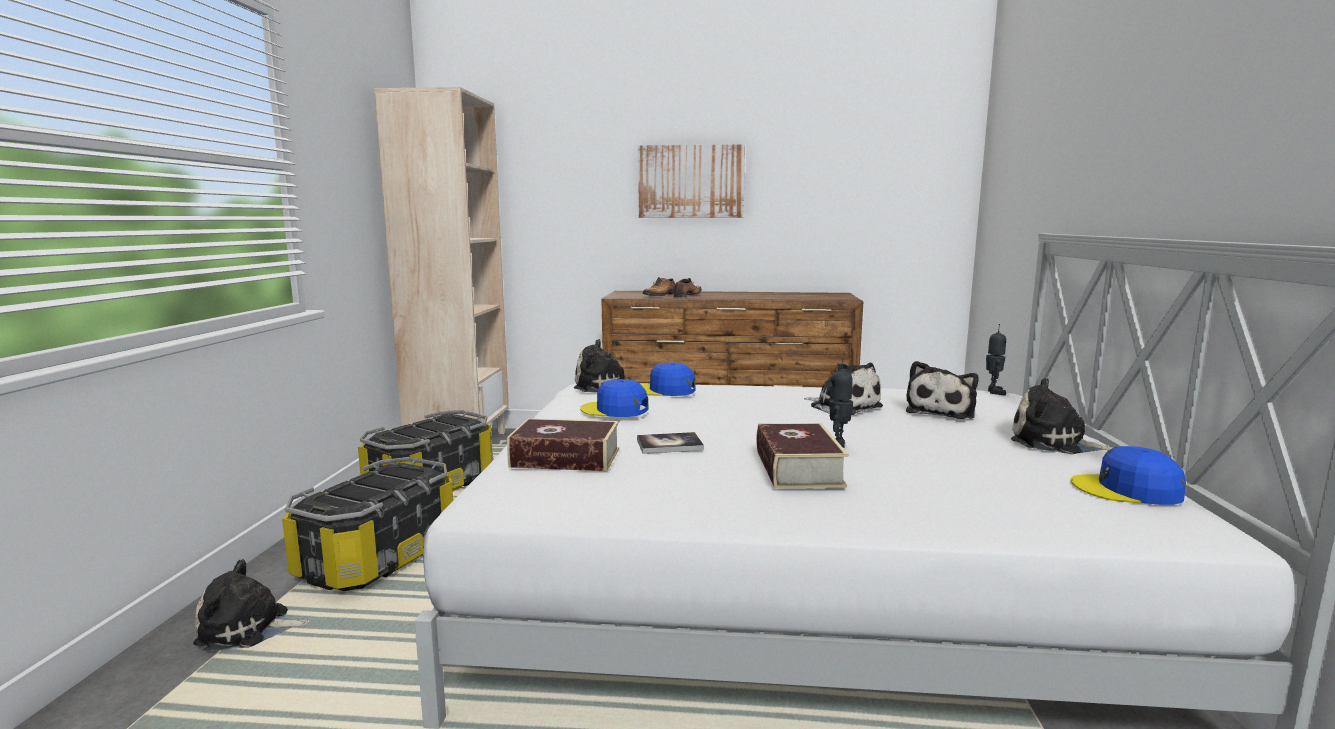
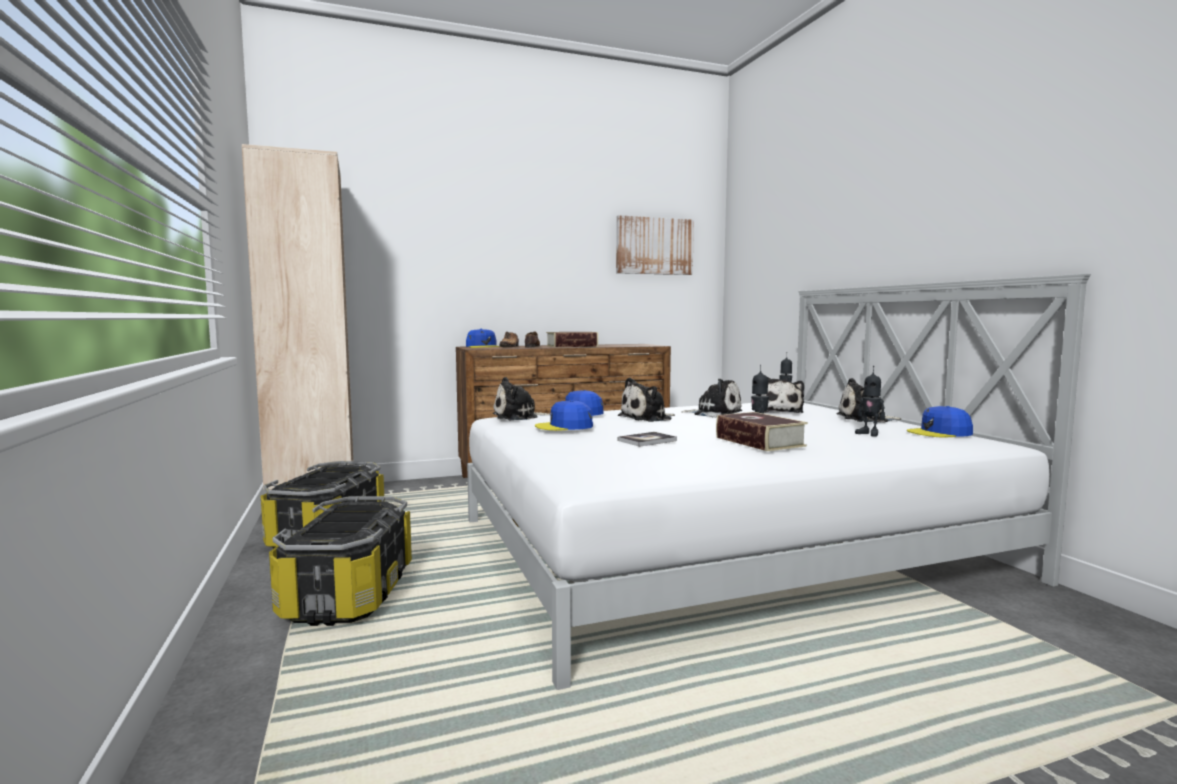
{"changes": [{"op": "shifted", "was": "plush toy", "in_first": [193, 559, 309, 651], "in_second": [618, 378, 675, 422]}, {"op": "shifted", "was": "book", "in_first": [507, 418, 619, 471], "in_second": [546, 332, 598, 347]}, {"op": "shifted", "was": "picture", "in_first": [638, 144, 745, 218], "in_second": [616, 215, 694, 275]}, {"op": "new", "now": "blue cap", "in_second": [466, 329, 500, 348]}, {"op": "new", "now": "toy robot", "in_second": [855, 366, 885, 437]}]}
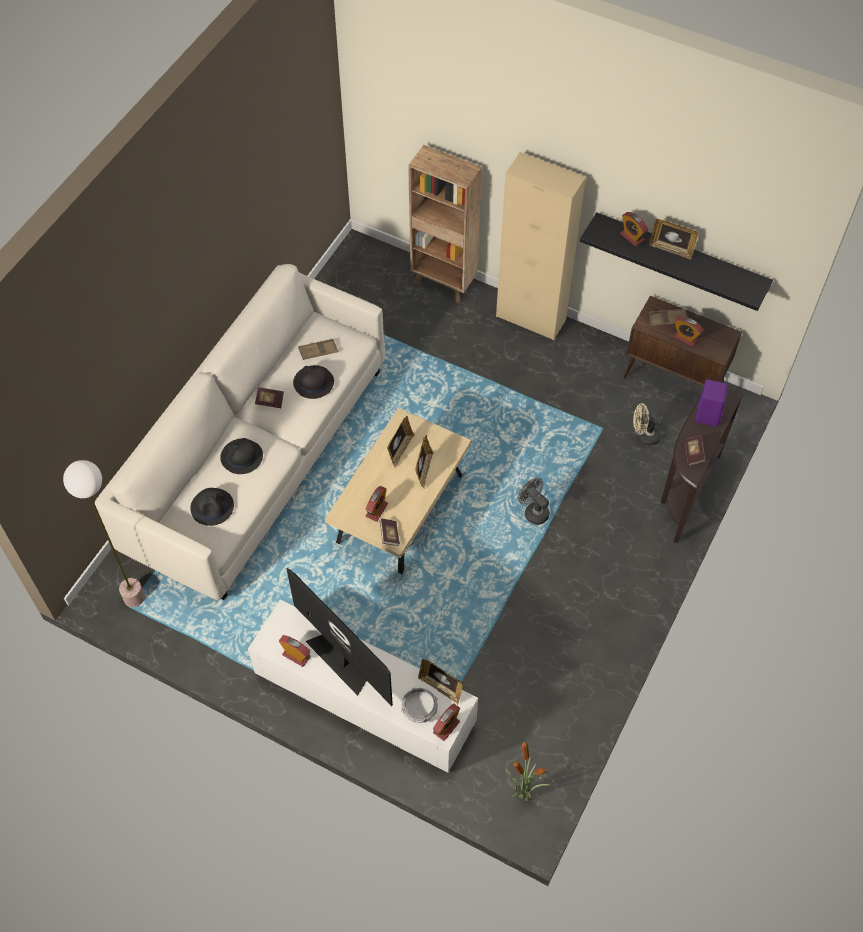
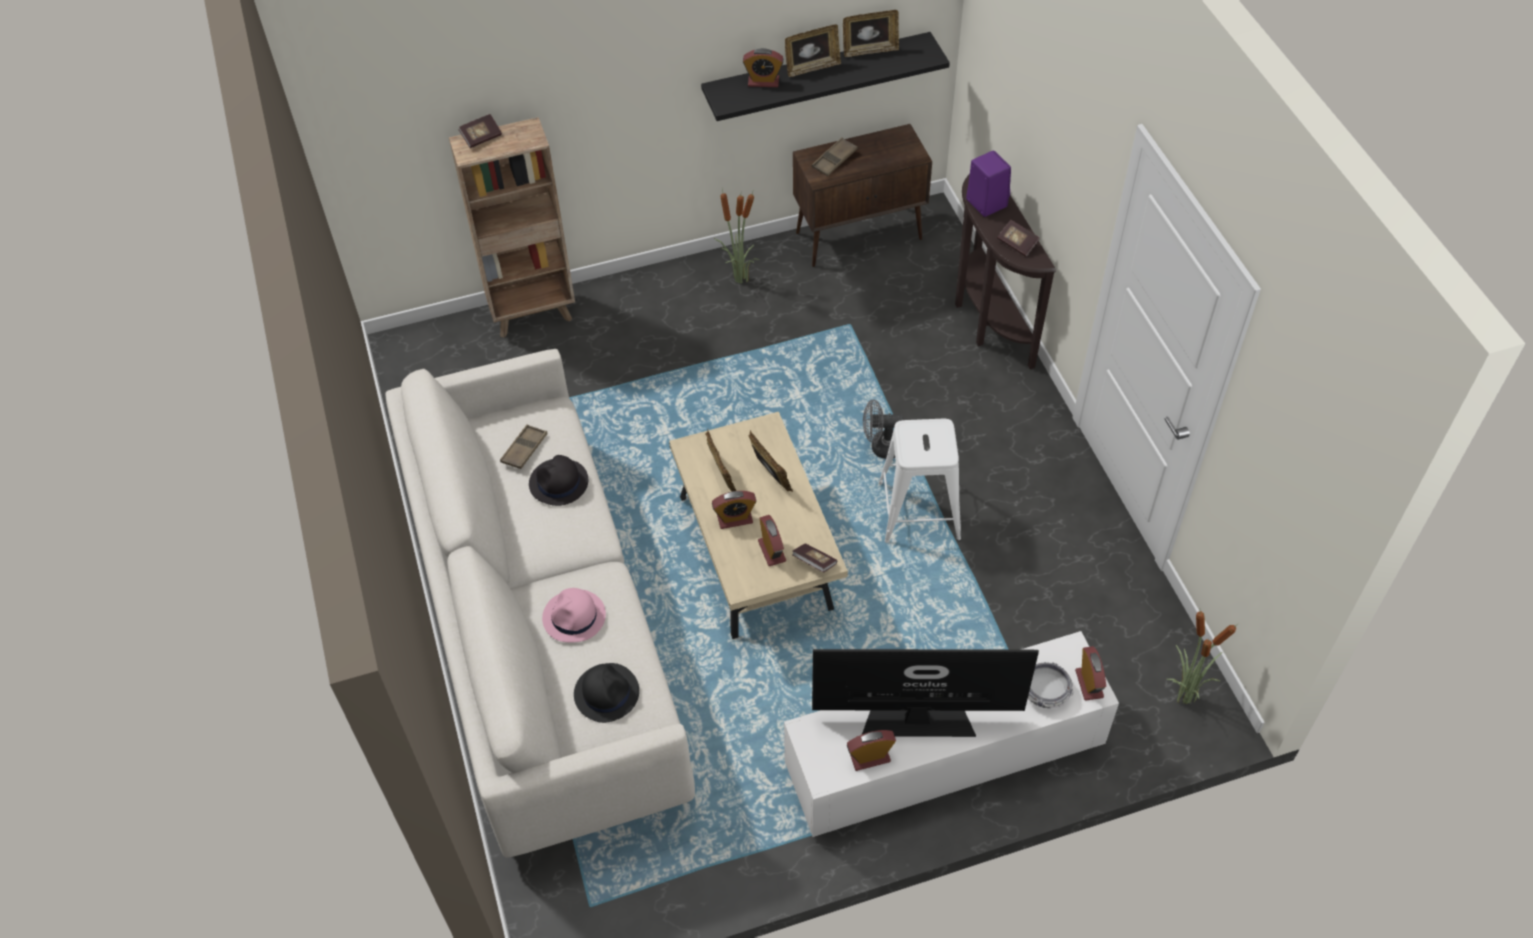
{"changes": [{"op": "gone", "was": "floor lamp", "in_first": [63, 460, 145, 607]}, {"op": "repainted", "was": "black hat", "now": "pink hat", "in_first": [220, 438, 263, 474], "in_second": [542, 588, 606, 643]}, {"op": "shifted", "was": "book", "in_first": [255, 387, 284, 408], "in_second": [458, 114, 502, 148]}, {"op": "shifted", "was": "picture frame", "in_first": [418, 659, 463, 705], "in_second": [843, 10, 899, 57]}, {"op": "gone", "was": "beige cabinet", "in_first": [496, 152, 586, 340]}, {"op": "gone", "was": "beige fan", "in_first": [633, 403, 663, 446]}, {"op": "shifted", "was": "alarm clock", "in_first": [673, 316, 704, 347], "in_second": [712, 491, 756, 529]}, {"op": "new", "now": "potted plant", "in_second": [714, 189, 759, 283]}, {"op": "new", "now": "white stool", "in_second": [879, 419, 961, 543]}]}
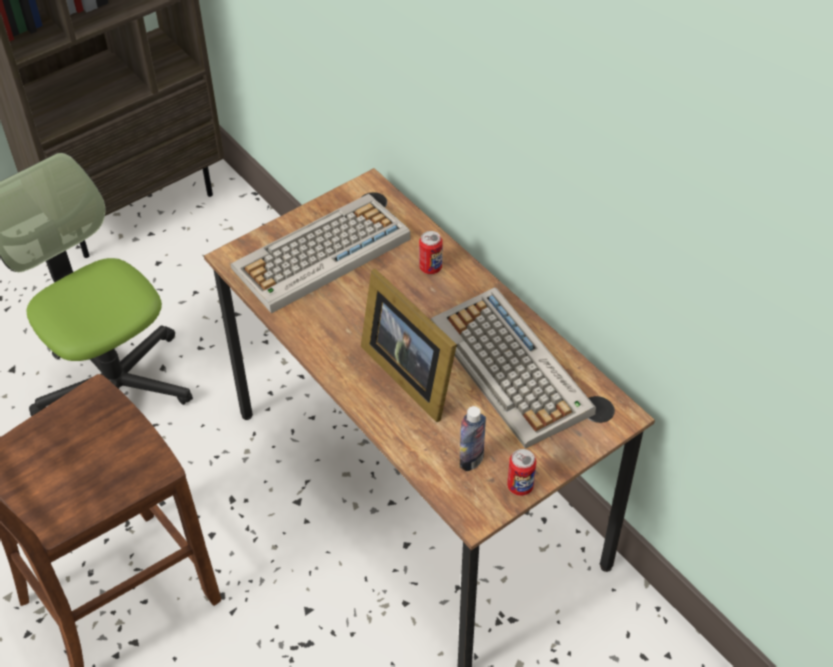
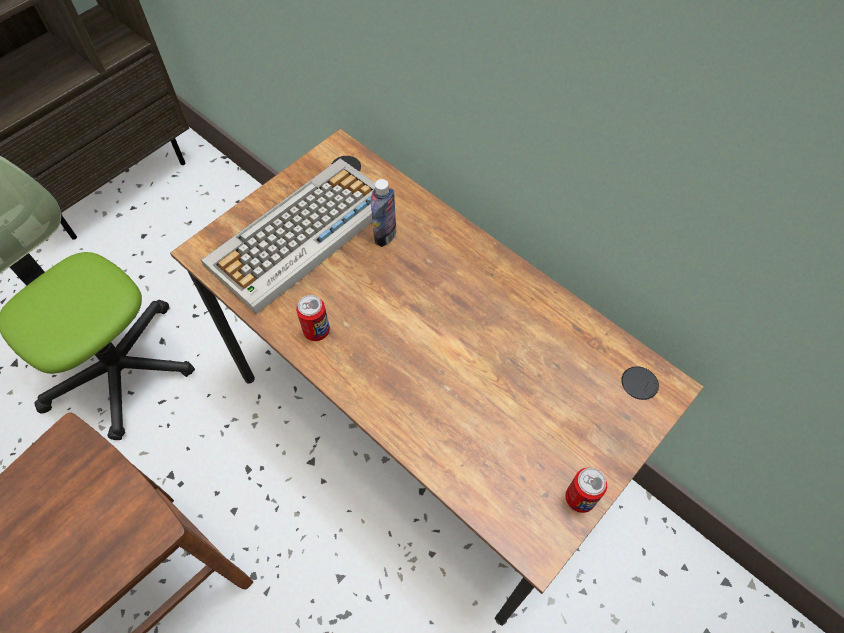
{"changes": [{"op": "gone", "was": "picture frame", "in_first": [361, 269, 457, 422]}, {"op": "shifted", "was": "can", "in_first": [419, 231, 443, 274], "in_second": [296, 295, 330, 341]}, {"op": "gone", "was": "keyboard", "in_first": [430, 287, 596, 449]}, {"op": "shifted", "was": "bottle", "in_first": [459, 406, 486, 471], "in_second": [371, 179, 396, 247]}]}
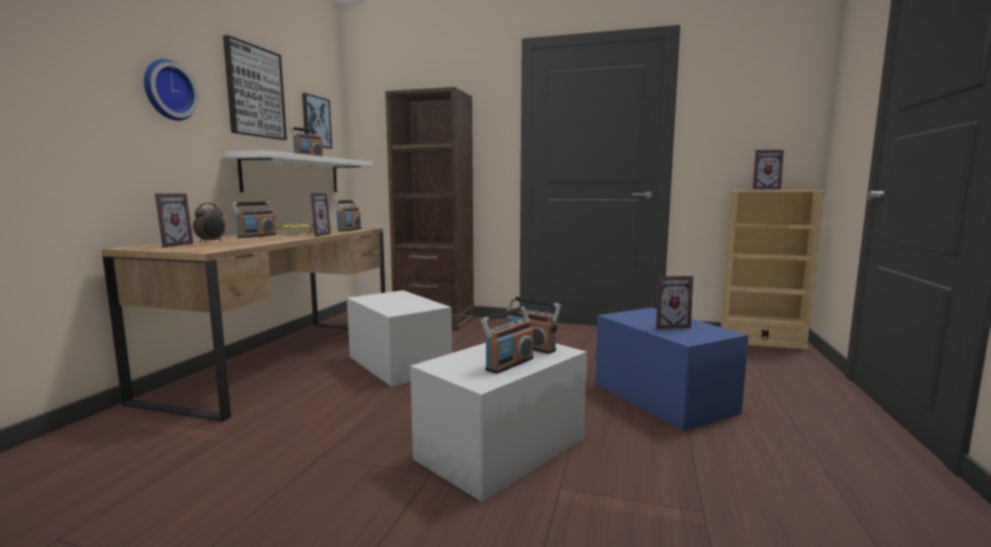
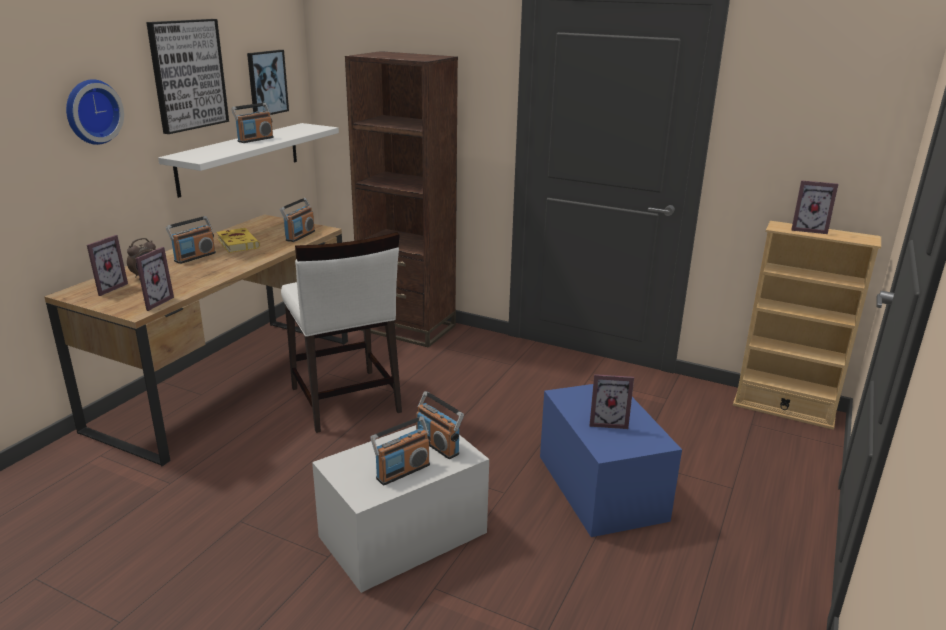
{"changes": [{"op": "shifted", "was": "picture frame", "in_first": [308, 193, 331, 237], "in_second": [136, 247, 174, 311]}, {"op": "swapped", "was": "white storage box", "now": "white chair", "in_first": [347, 290, 452, 387], "in_second": [281, 232, 402, 433]}]}
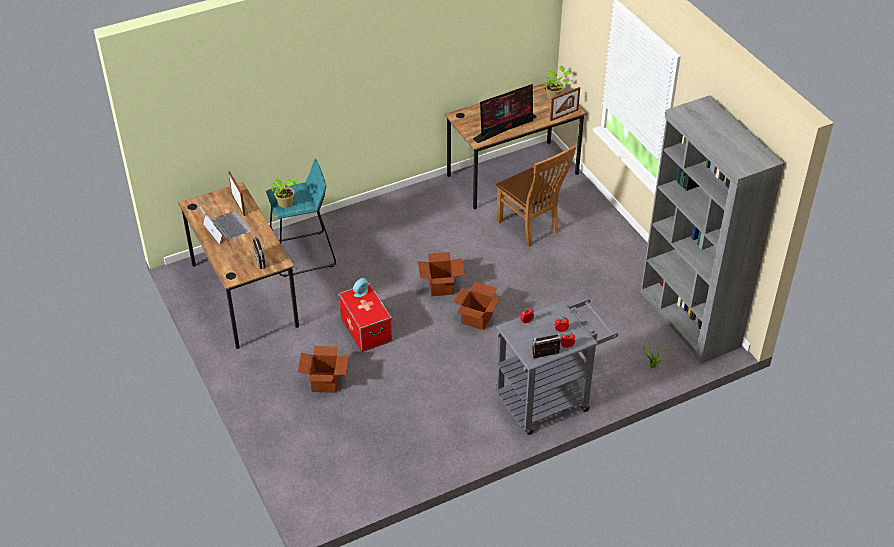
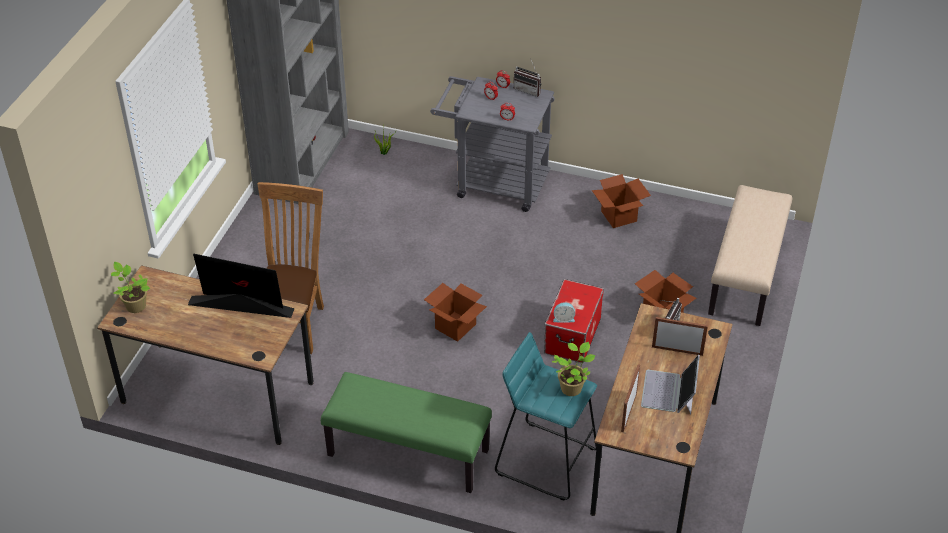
{"changes": [{"op": "shifted", "was": "cardboard box", "in_first": [453, 281, 500, 330], "in_second": [592, 174, 651, 228]}, {"op": "shifted", "was": "picture frame", "in_first": [550, 87, 580, 121], "in_second": [652, 317, 708, 356]}, {"op": "new", "now": "green bench", "in_second": [321, 372, 492, 493]}, {"op": "new", "now": "beige bench", "in_second": [708, 185, 792, 326]}]}
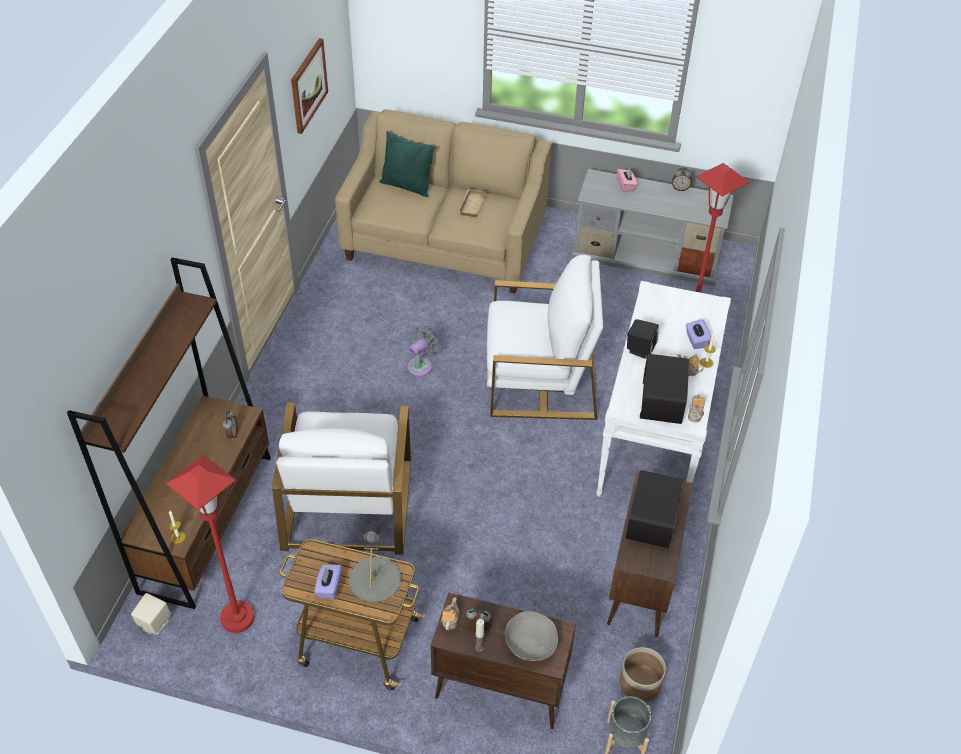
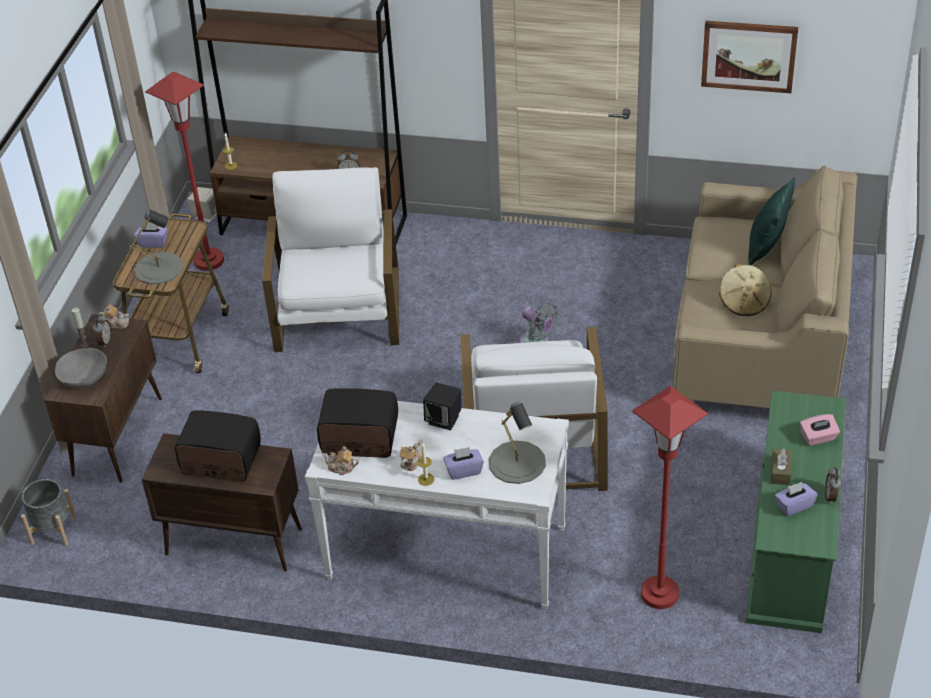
{"changes": [{"op": "rotated", "was": "white armchair", "in_first": [272, 402, 411, 555], "in_second": [262, 167, 399, 352], "clockwise": 90}, {"op": "swapped", "was": "beige tray", "now": "beige hat", "in_first": [458, 189, 487, 217], "in_second": [719, 264, 771, 316]}, {"op": "repainted", "was": "grey tv stand", "now": "green tv stand", "in_first": [571, 169, 734, 286], "in_second": [746, 391, 846, 633]}, {"op": "gone", "was": "planter", "in_first": [620, 647, 666, 702]}, {"op": "new", "now": "grey table lamp", "in_second": [489, 402, 546, 484]}, {"op": "new", "now": "brown tissue box", "in_second": [771, 449, 791, 485]}, {"op": "new", "now": "purple tissue box", "in_second": [775, 482, 817, 516]}]}
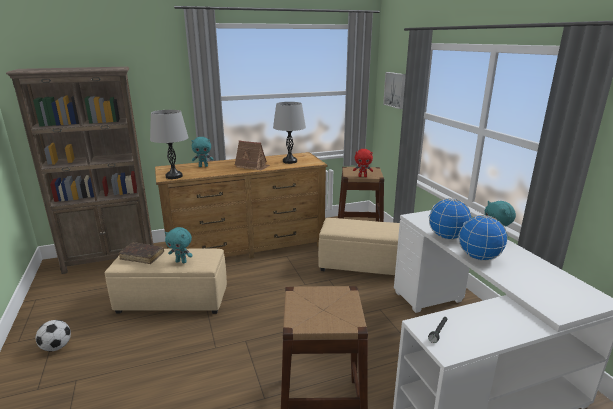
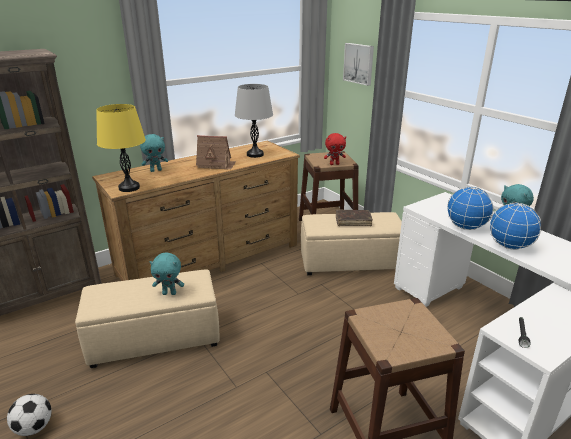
{"changes": [{"op": "shifted", "was": "brown book", "in_first": [119, 242, 164, 264], "in_second": [336, 210, 373, 226]}, {"op": "repainted", "was": "grey table lamp", "now": "yellow table lamp", "in_first": [150, 110, 189, 179], "in_second": [97, 104, 146, 192]}]}
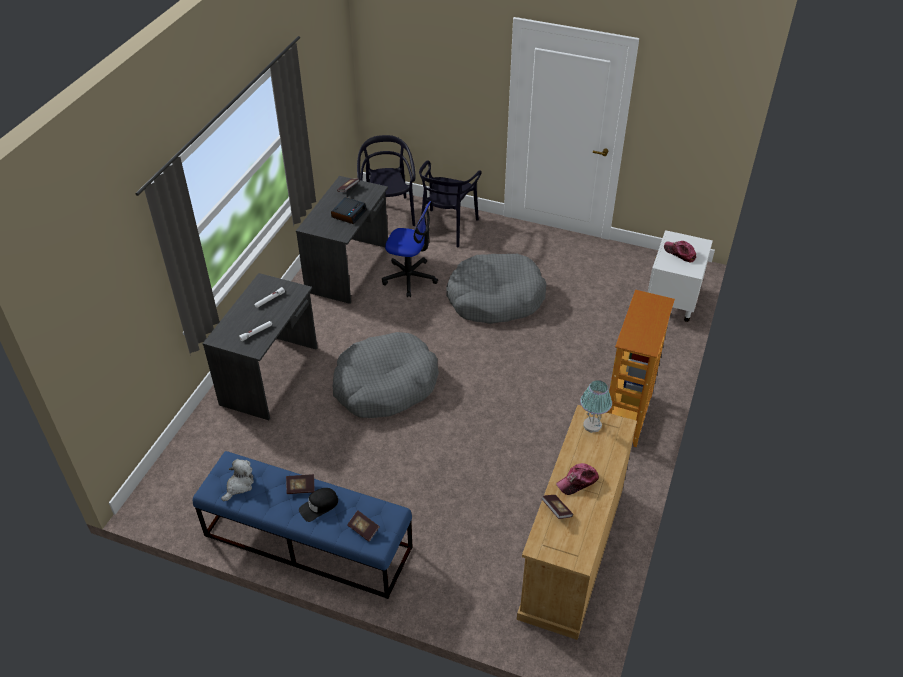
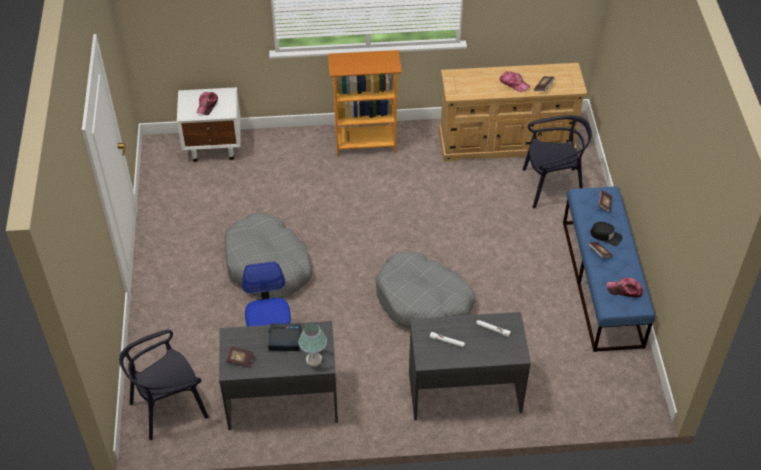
{"changes": [{"op": "swapped", "was": "plush toy", "now": "cap", "in_first": [221, 459, 254, 501], "in_second": [606, 278, 643, 298]}, {"op": "shifted", "was": "black chair", "in_first": [419, 160, 482, 247], "in_second": [523, 115, 592, 208]}, {"op": "shifted", "was": "table lamp", "in_first": [580, 380, 612, 433], "in_second": [298, 323, 327, 367]}]}
